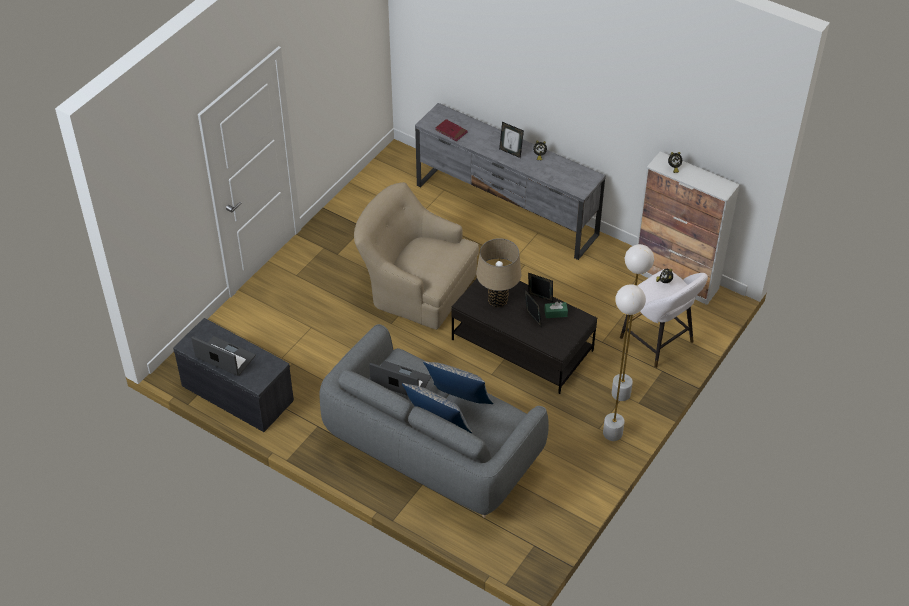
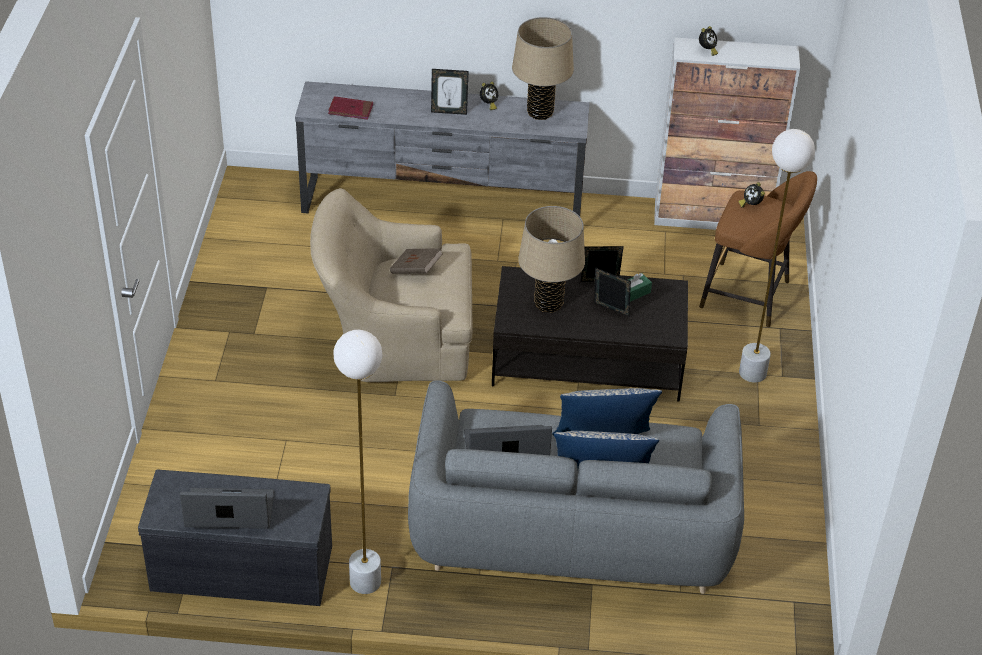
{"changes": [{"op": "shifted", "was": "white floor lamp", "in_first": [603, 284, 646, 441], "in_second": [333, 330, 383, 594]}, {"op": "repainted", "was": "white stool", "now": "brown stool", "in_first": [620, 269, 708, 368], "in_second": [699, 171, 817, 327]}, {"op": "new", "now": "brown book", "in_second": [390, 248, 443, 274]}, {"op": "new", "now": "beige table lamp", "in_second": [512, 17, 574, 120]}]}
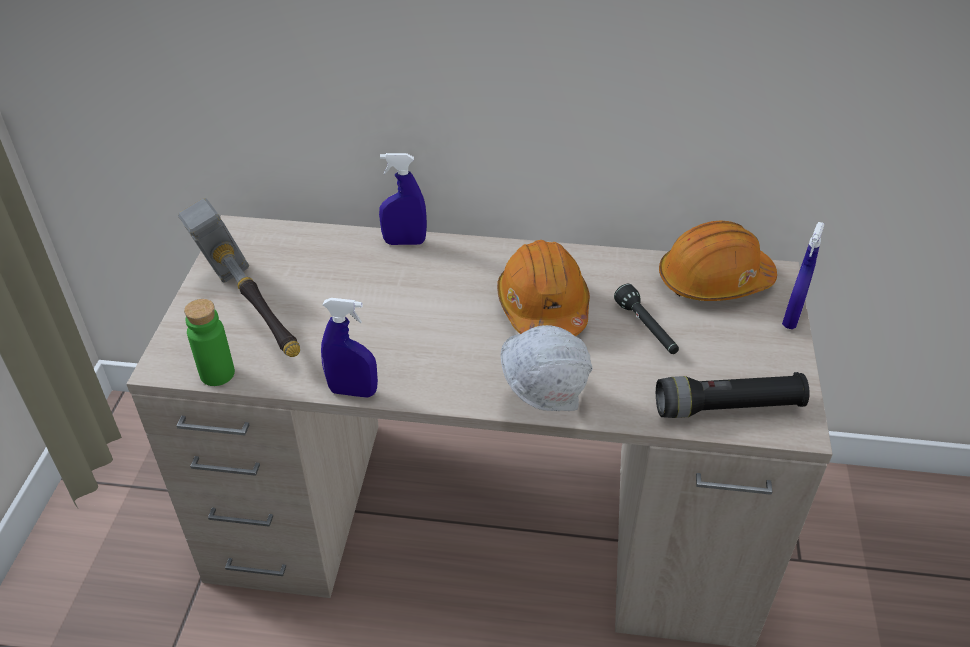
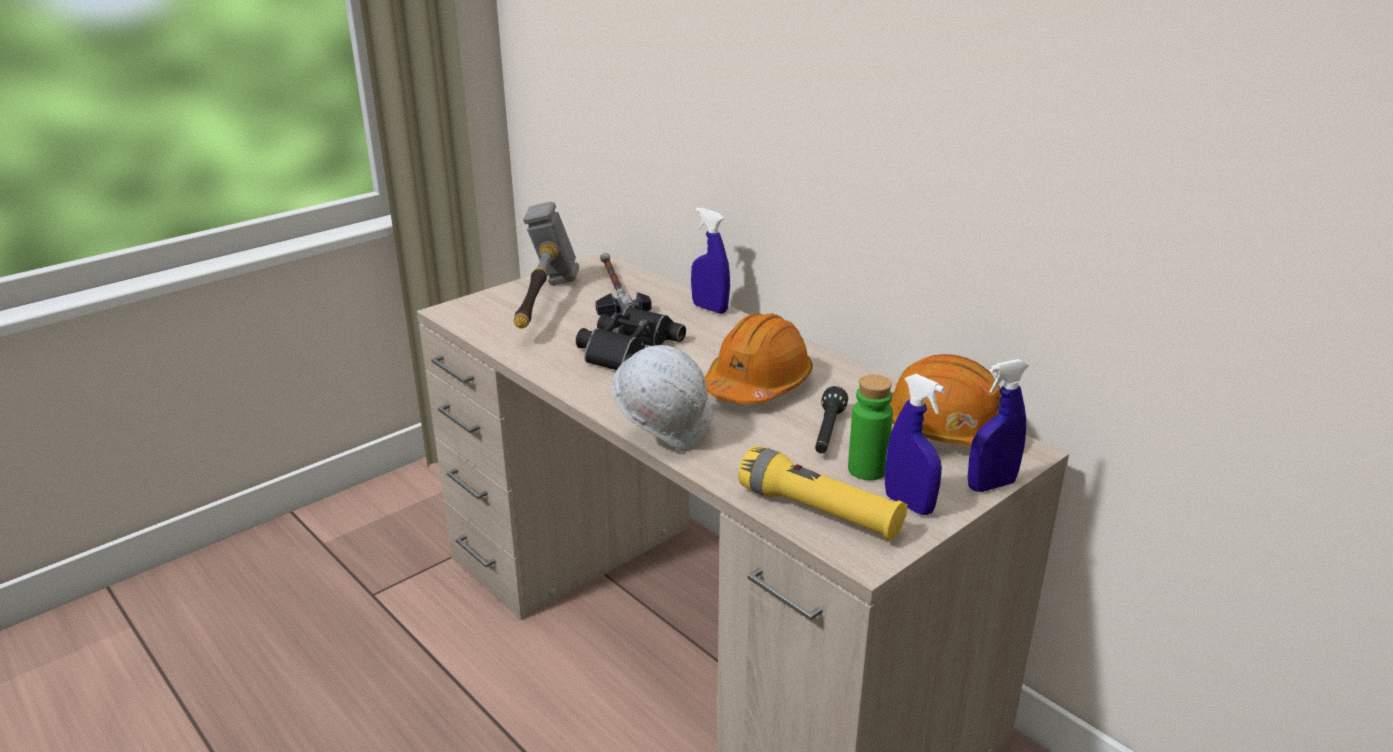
{"changes": [{"op": "shifted", "was": "green bottle", "in_first": [184, 299, 235, 386], "in_second": [848, 375, 893, 480]}, {"op": "shifted", "was": "blue spray bottle", "in_first": [321, 298, 378, 398], "in_second": [885, 374, 946, 515]}, {"op": "repainted", "was": "black flashlight", "now": "yellow flashlight", "in_first": [656, 372, 810, 418], "in_second": [738, 446, 908, 541]}, {"op": "new", "now": "black binoculars", "in_second": [576, 307, 686, 370]}, {"op": "new", "now": "hammer", "in_second": [595, 253, 652, 317]}]}
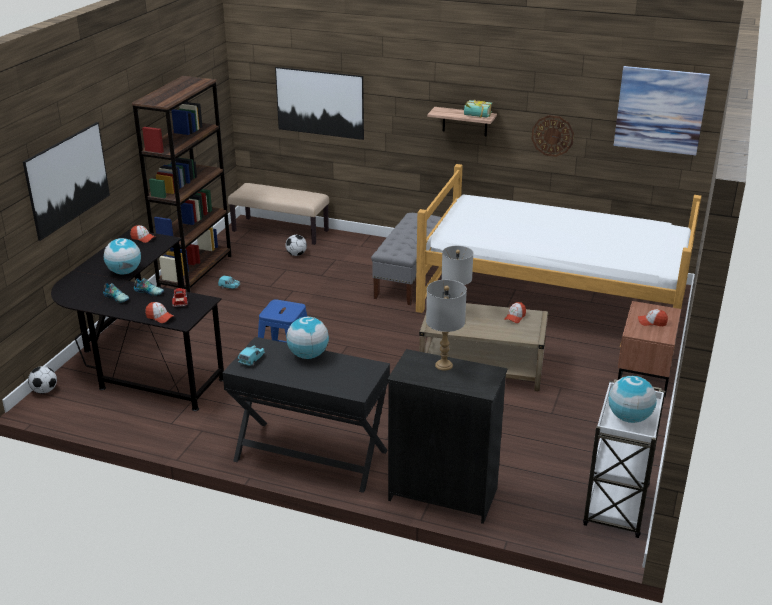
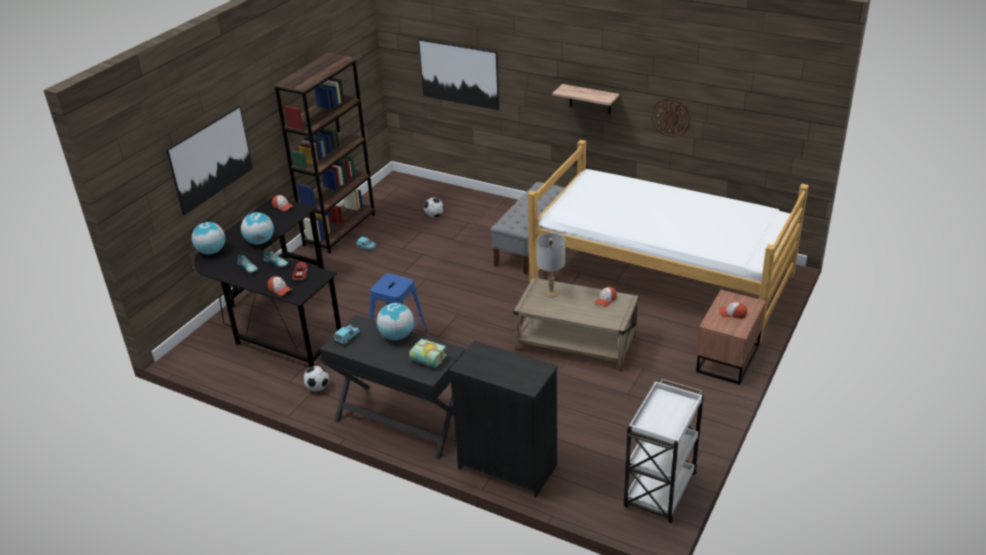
{"changes": [{"op": "shifted", "was": "football", "in_first": [28, 366, 57, 394], "in_second": [303, 366, 329, 391]}, {"op": "gone", "was": "beige bench", "in_first": [228, 183, 329, 245]}, {"op": "gone", "was": "grey table lamp", "in_first": [426, 280, 467, 370]}, {"op": "shifted", "was": "book", "in_first": [464, 100, 492, 118], "in_second": [409, 339, 447, 368]}, {"op": "shifted", "was": "globe", "in_first": [609, 376, 657, 423], "in_second": [192, 222, 225, 254]}, {"op": "gone", "was": "picture", "in_first": [614, 66, 710, 155]}]}
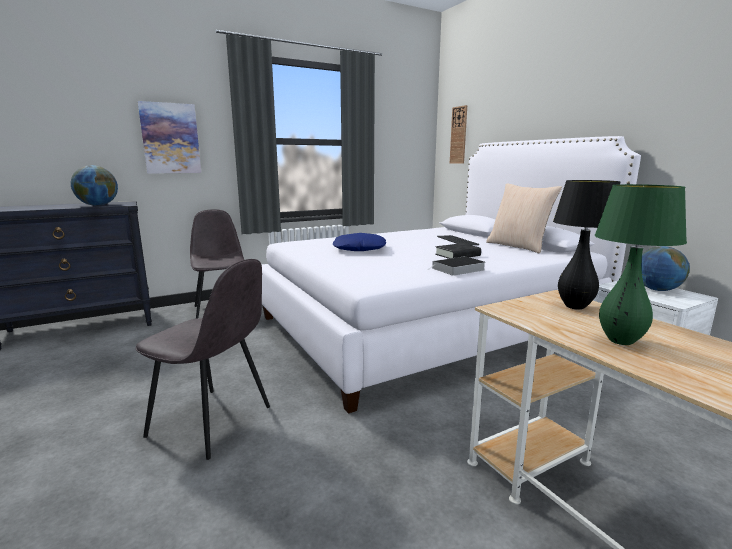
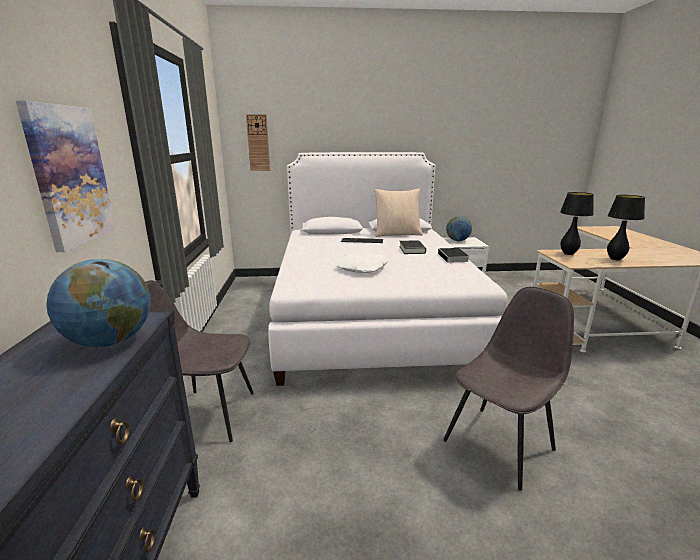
{"changes": [{"op": "repainted", "was": "blue pillow", "now": "white pillow", "in_first": [333, 233, 386, 251], "in_second": [335, 251, 389, 273]}, {"op": "repainted", "was": "green table lamp", "now": "black table lamp", "in_first": [595, 184, 687, 345], "in_second": [607, 195, 645, 260]}]}
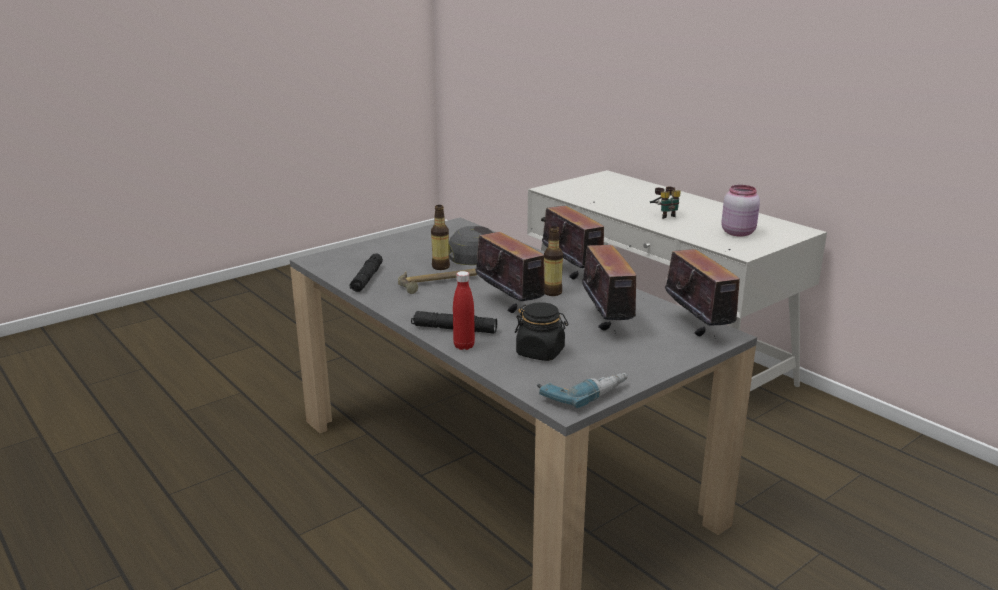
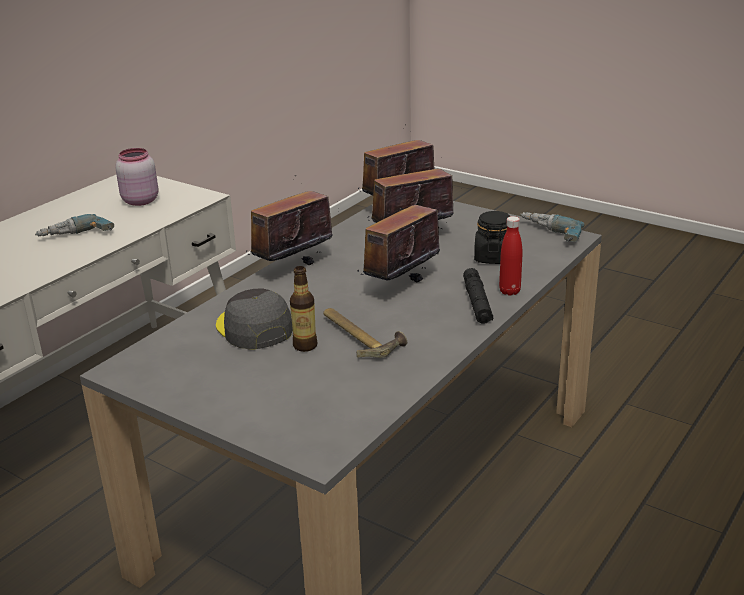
{"changes": [{"op": "gone", "was": "black flashlight", "in_first": [350, 253, 383, 292]}, {"op": "gone", "was": "bottle", "in_first": [544, 226, 563, 296]}, {"op": "swapped", "was": "binoculars", "now": "power drill", "in_first": [650, 187, 681, 219], "in_second": [35, 214, 114, 237]}]}
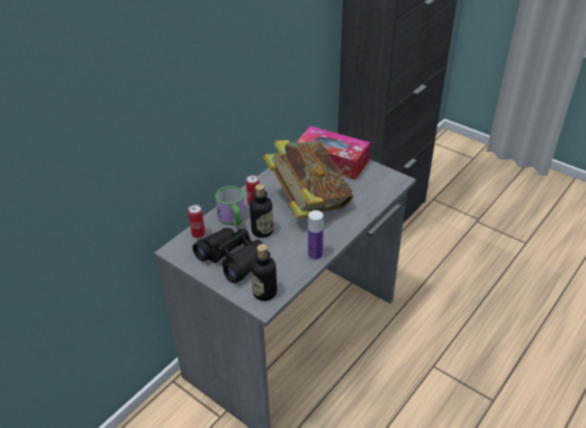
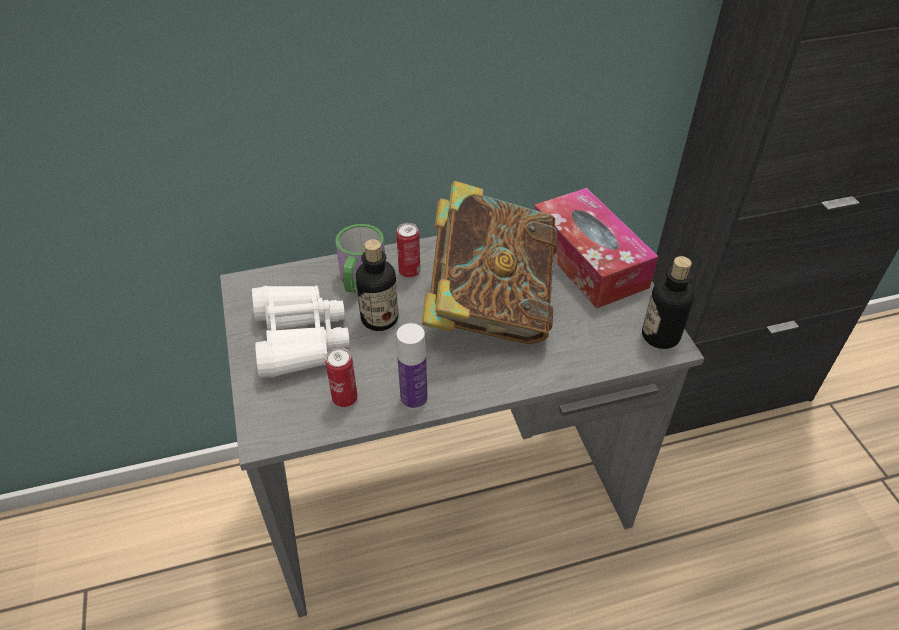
{"changes": [{"op": "shifted", "was": "can", "in_first": [188, 204, 205, 238], "in_second": [325, 347, 358, 407]}, {"op": "repainted", "was": "black binoculars", "now": "white binoculars", "in_first": [193, 228, 263, 283], "in_second": [252, 286, 350, 378]}, {"op": "shifted", "was": "bottle", "in_first": [251, 244, 277, 301], "in_second": [642, 256, 695, 349]}]}
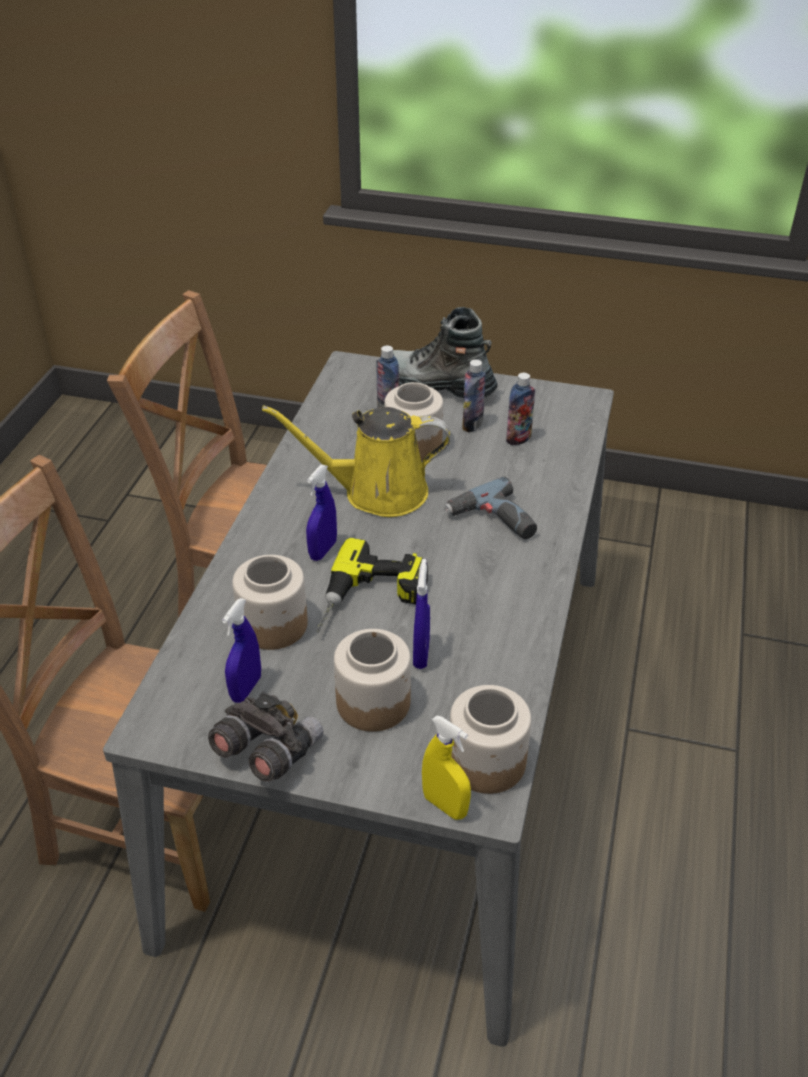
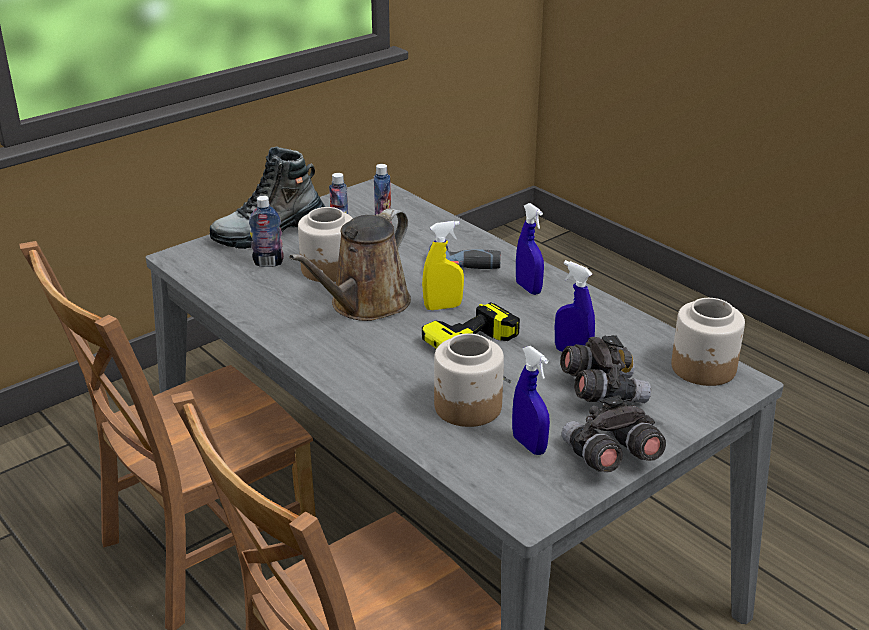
{"changes": [{"op": "repainted", "was": "yellow watering can", "now": "brown watering can", "in_first": [262, 405, 450, 517], "in_second": [289, 209, 411, 321]}, {"op": "shifted", "was": "blue spray bottle", "in_first": [306, 465, 337, 561], "in_second": [516, 203, 544, 295]}, {"op": "swapped", "was": "jar", "now": "grey binoculars", "in_first": [334, 629, 411, 732], "in_second": [560, 335, 651, 403]}, {"op": "shifted", "was": "yellow spray bottle", "in_first": [422, 715, 471, 820], "in_second": [422, 221, 464, 310]}]}
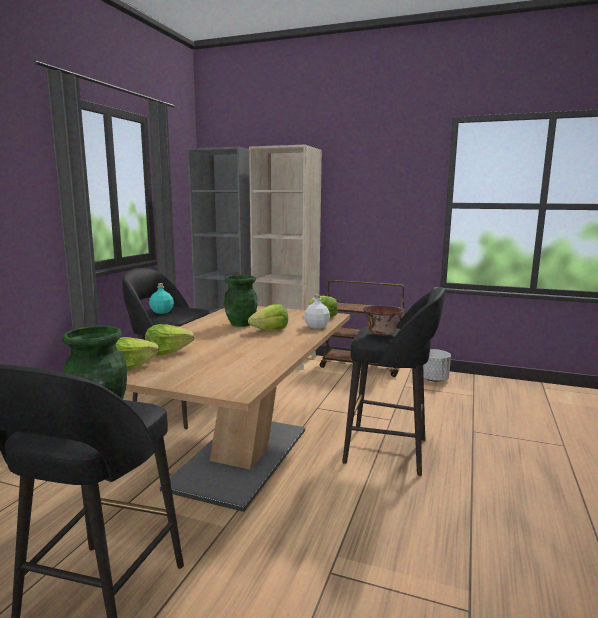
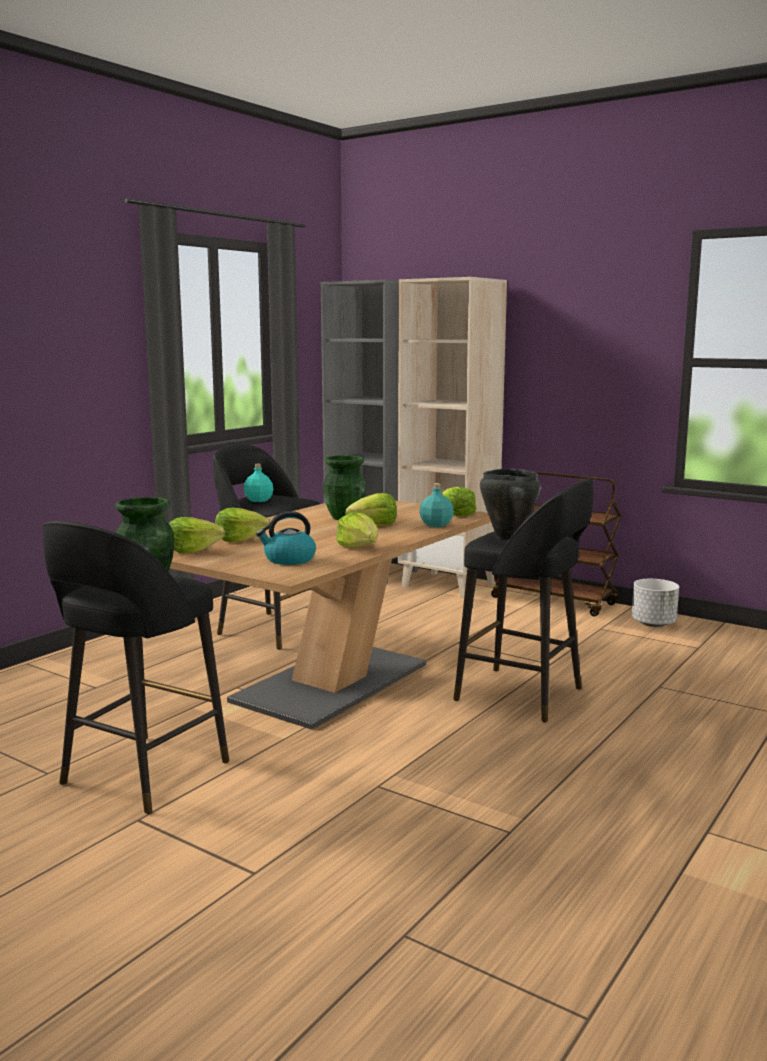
{"changes": [{"op": "repainted", "was": "white bottle", "now": "turquoise bottle", "in_first": [304, 294, 330, 329], "in_second": [419, 483, 454, 527]}, {"op": "swapped", "was": "bowl", "now": "black cooking pot", "in_first": [363, 306, 403, 336], "in_second": [480, 469, 541, 540]}, {"op": "new", "now": "kettle", "in_second": [256, 511, 316, 565]}, {"op": "new", "now": "lettuce", "in_second": [336, 513, 378, 548]}]}
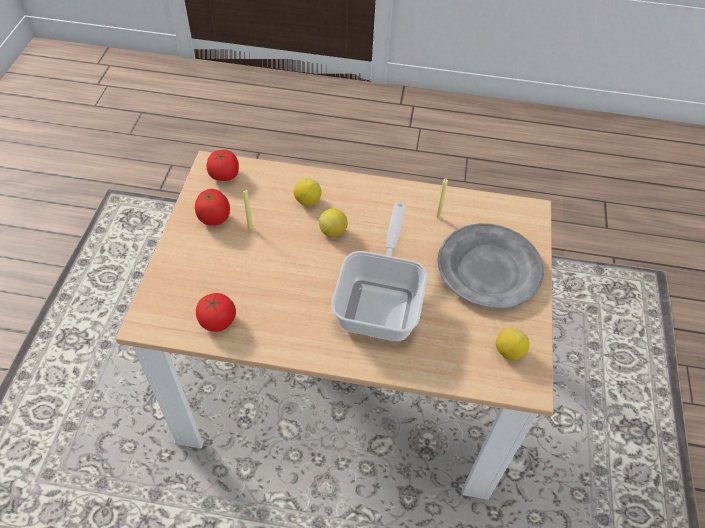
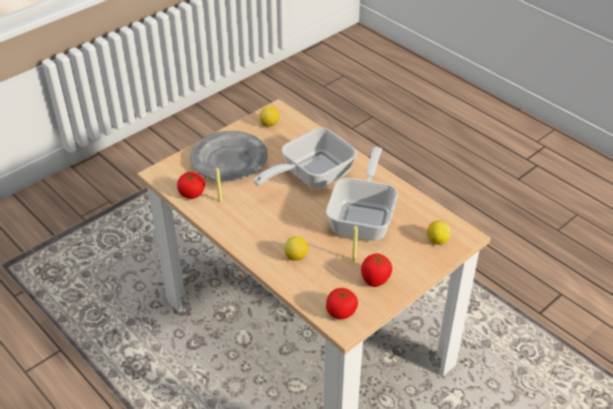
{"changes": [{"op": "shifted", "was": "tomato", "in_first": [196, 293, 236, 332], "in_second": [177, 172, 205, 199]}, {"op": "shifted", "was": "lemon", "in_first": [319, 208, 348, 237], "in_second": [427, 220, 451, 245]}, {"op": "new", "now": "frying pan", "in_second": [326, 147, 398, 241]}]}
